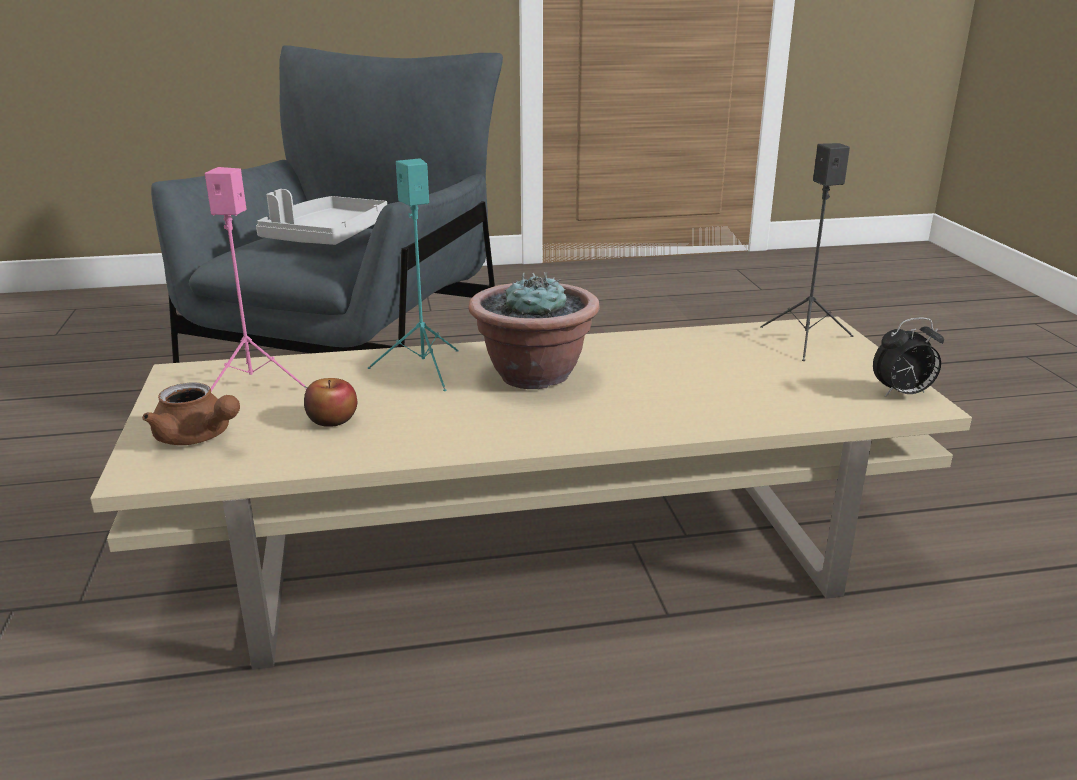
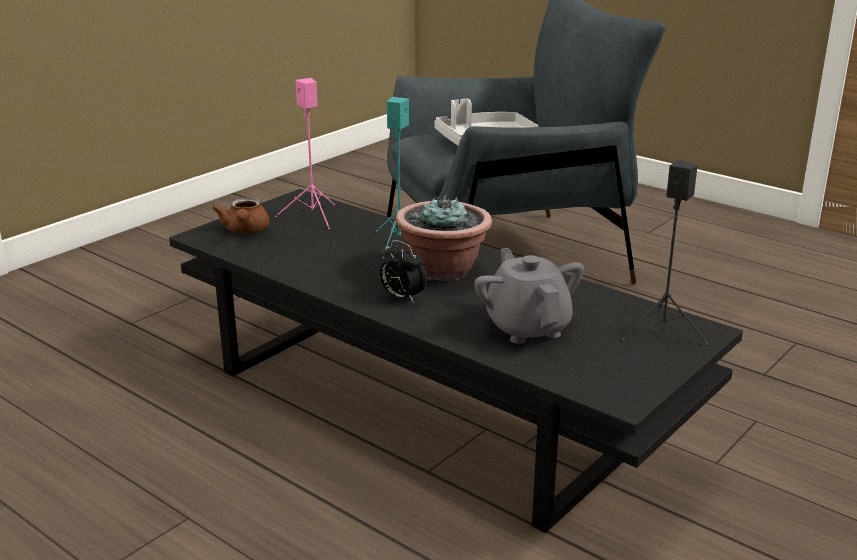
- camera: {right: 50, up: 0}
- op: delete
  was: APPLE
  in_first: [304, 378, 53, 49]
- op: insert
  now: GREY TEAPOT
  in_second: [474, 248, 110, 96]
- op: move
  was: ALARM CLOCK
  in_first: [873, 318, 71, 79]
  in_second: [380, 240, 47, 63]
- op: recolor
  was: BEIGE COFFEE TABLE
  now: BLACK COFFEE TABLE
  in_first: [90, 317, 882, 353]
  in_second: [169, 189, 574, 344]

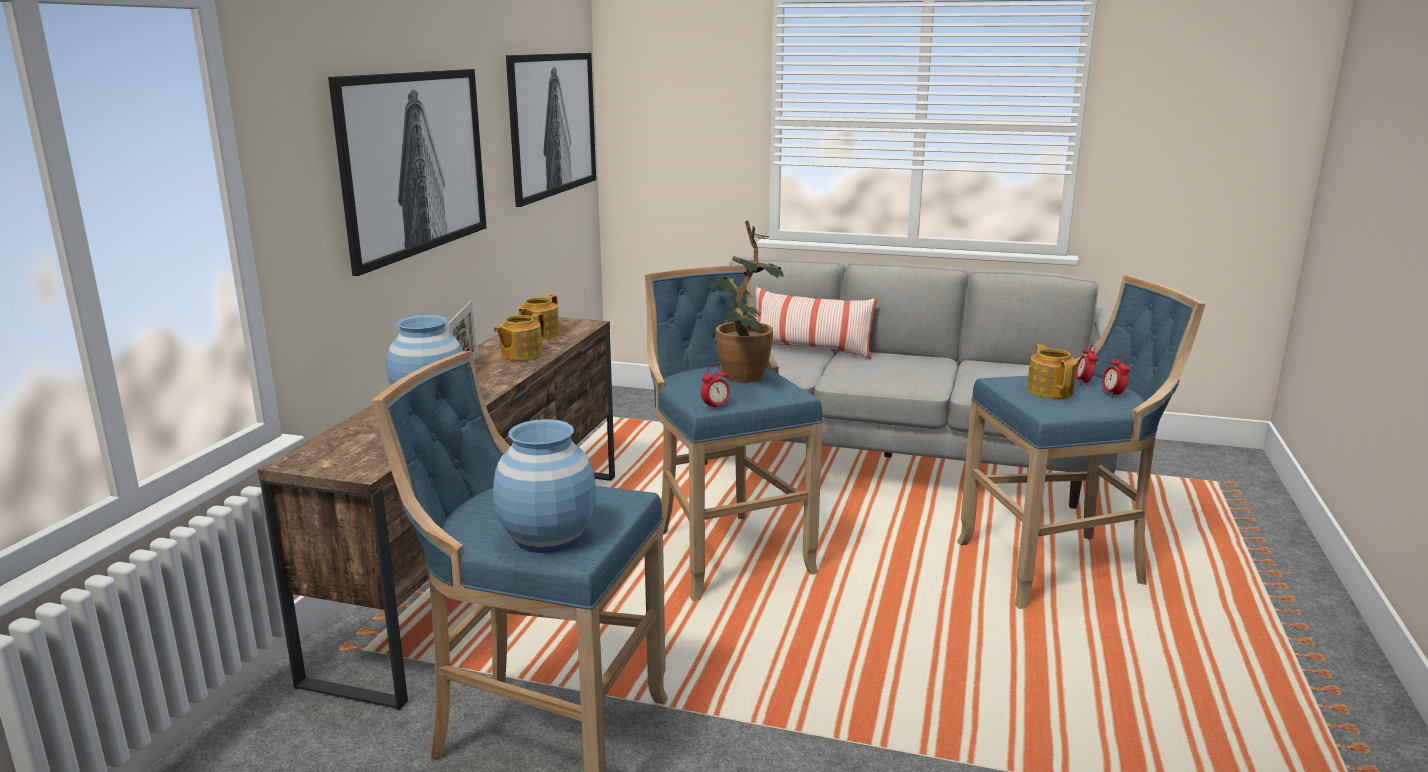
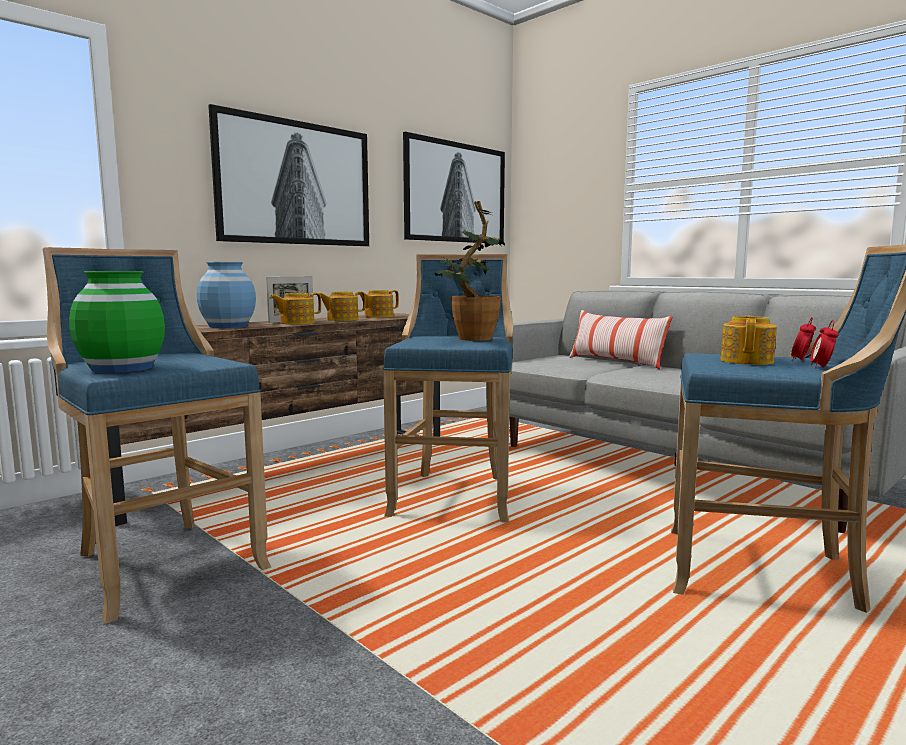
- camera: {right: 30, up: -10}
- op: delete
  was: ALARM CLOCK
  in_first: [701, 365, 29, 46]
- op: insert
  now: TEAPOT
  in_second: [270, 293, 51, 32]
- op: recolor
  was: BLUE VASE
  now: GREEN VASE
  in_first: [493, 419, 103, 134]
  in_second: [69, 271, 96, 102]

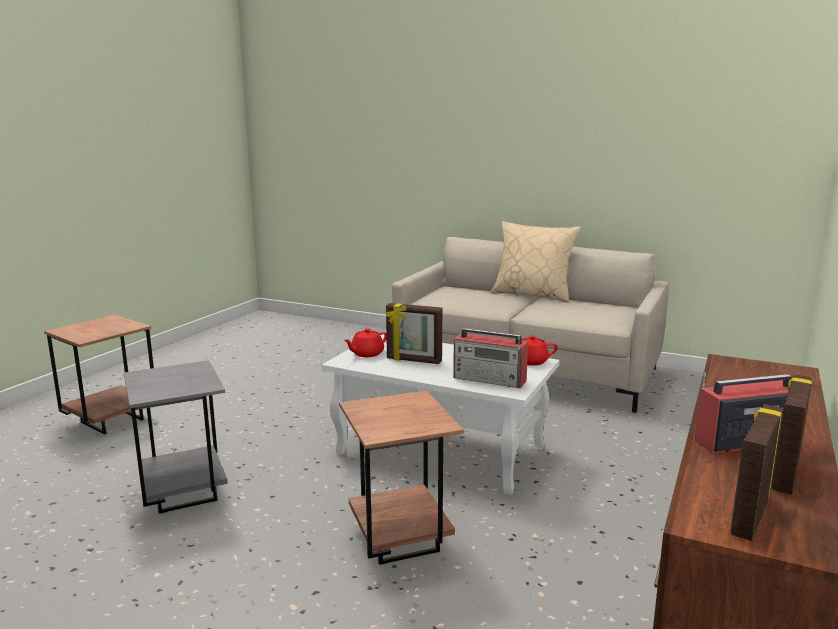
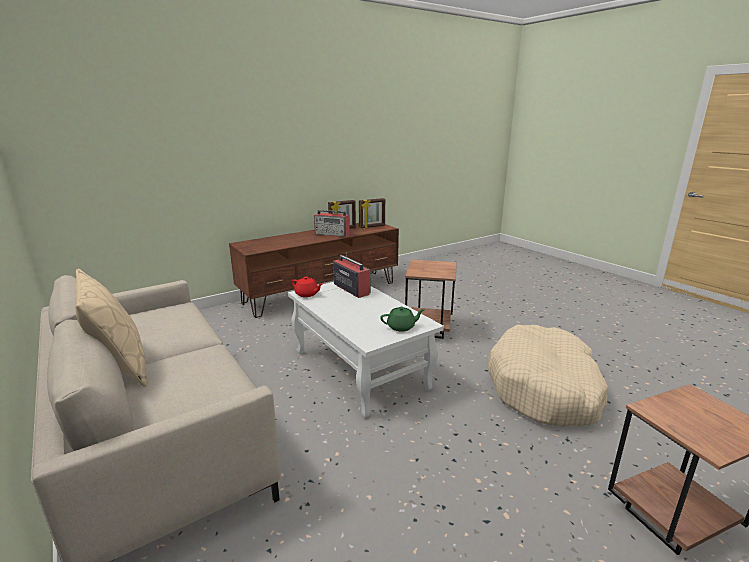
- camera: {right: -150, up: 5}
- op: delete
  was: PICTURE FRAME
  in_first: [386, 303, 56, 61]
- op: replace
  was: GREY SIDE TABLE
  now: BEIGE DOG BED
  in_first: [124, 360, 104, 154]
  in_second: [488, 324, 120, 103]
- op: recolor
  was: RED TEAPOT
  now: GREEN TEAPOT
  in_first: [344, 329, 43, 28]
  in_second: [380, 307, 45, 25]

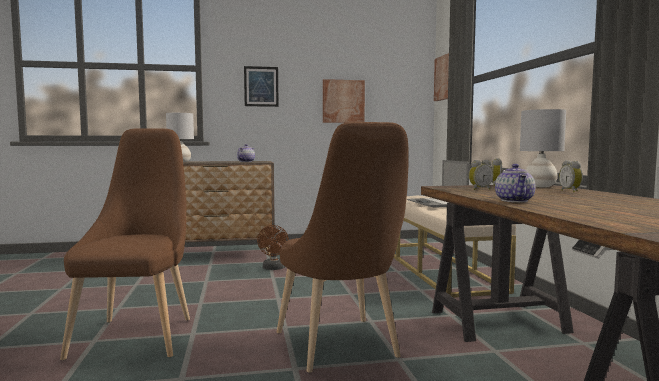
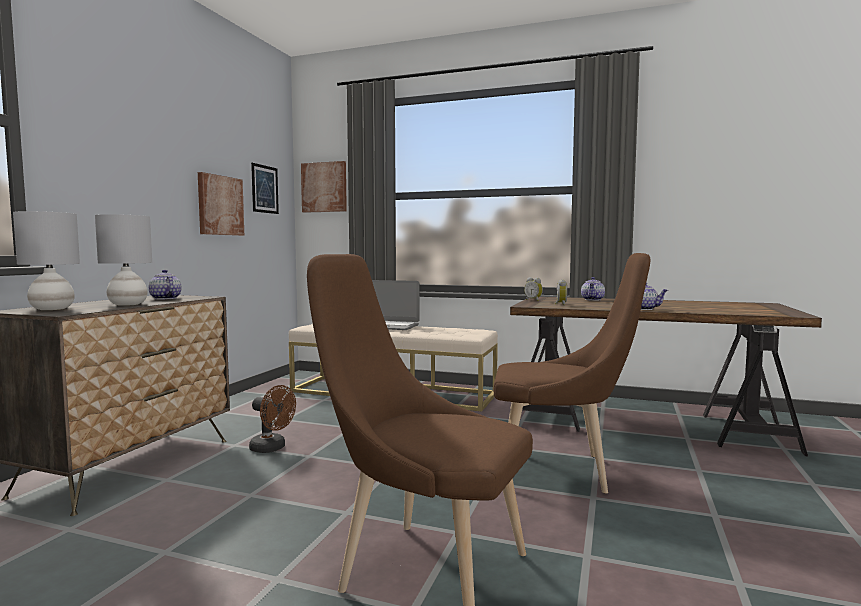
- camera: {right: -60, up: 0}
- op: move
  was: PICTURE
  in_first: [244, 66, 35, 41]
  in_second: [251, 163, 28, 51]
- op: move
  was: GREY TABLE LAMP
  in_first: [520, 109, 46, 78]
  in_second: [95, 214, 57, 92]
- op: replace
  was: ALARM CLOCK
  now: TEAPOT
  in_first: [559, 160, 24, 33]
  in_second: [581, 277, 24, 24]

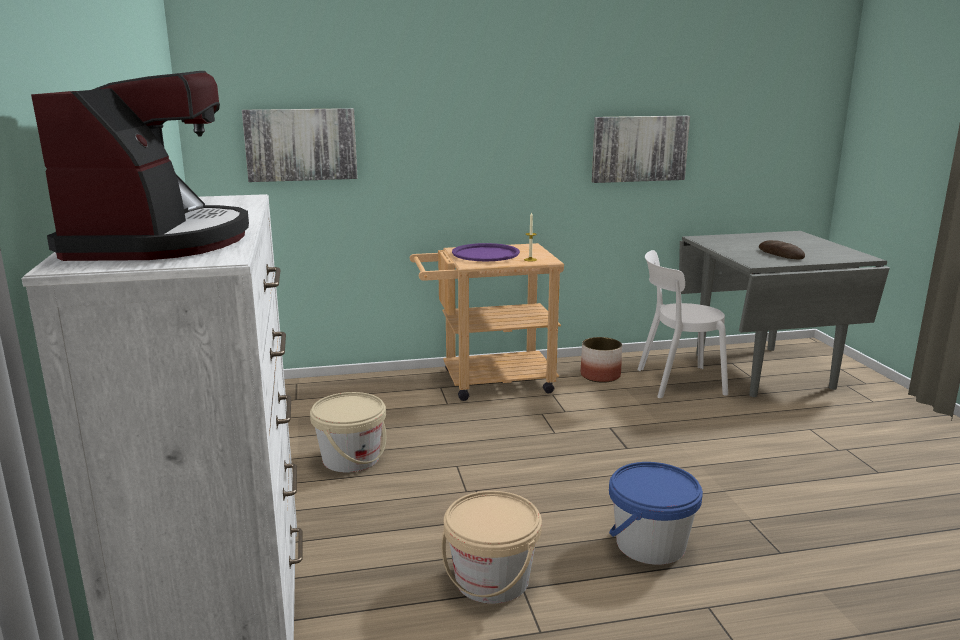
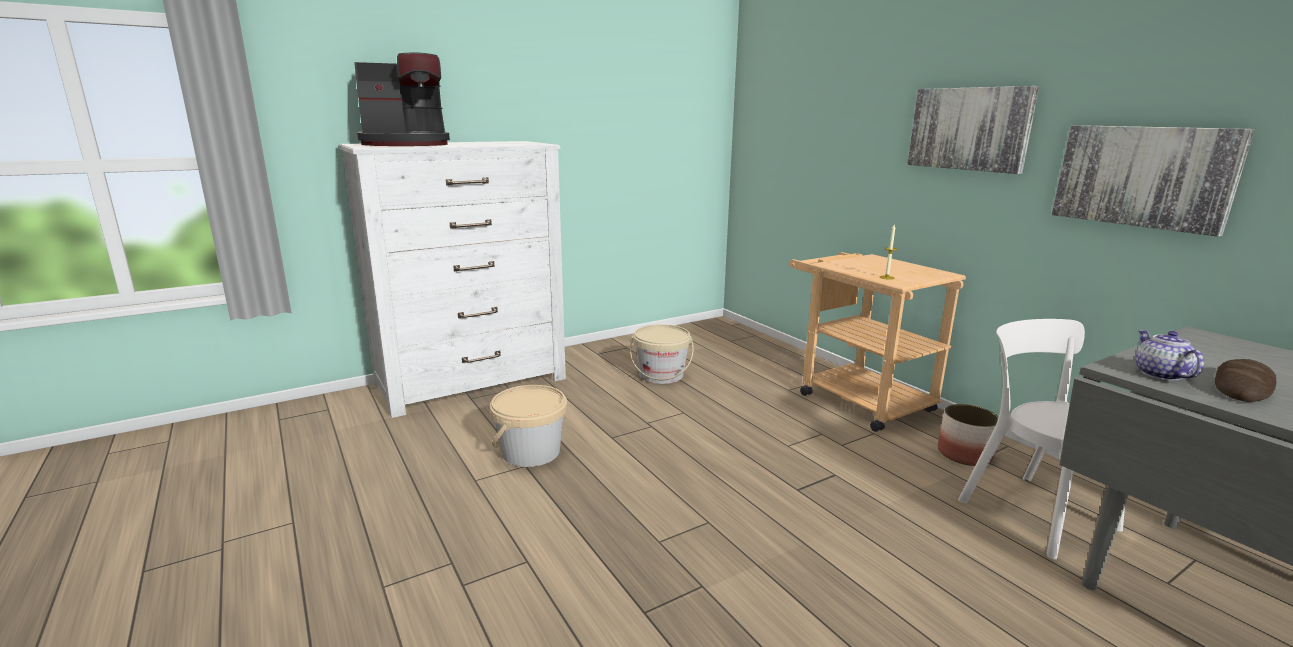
- camera: {right: 70, up: 0}
- op: delete
  was: PURPLE TRAY
  in_first: [452, 243, 68, 18]
- op: delete
  was: BLUE BUCKET
  in_first: [609, 462, 94, 103]
- op: insert
  now: TEAPOT
  in_second: [1135, 330, 69, 51]
- op: move
  was: PICTURE
  in_first: [242, 108, 116, 74]
  in_second: [907, 86, 132, 88]

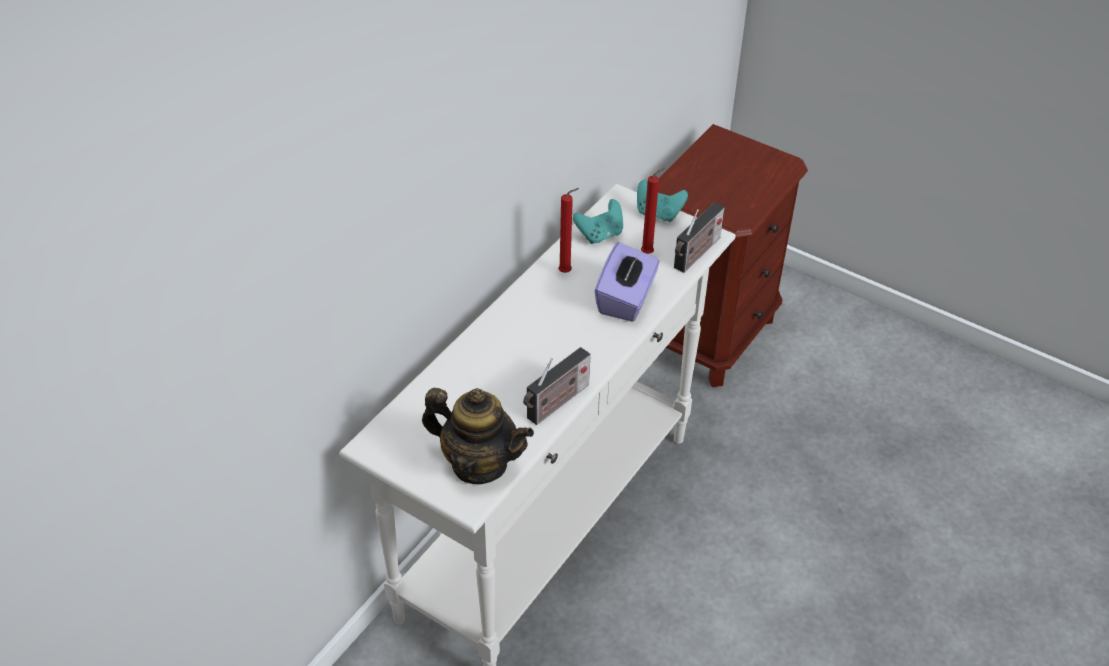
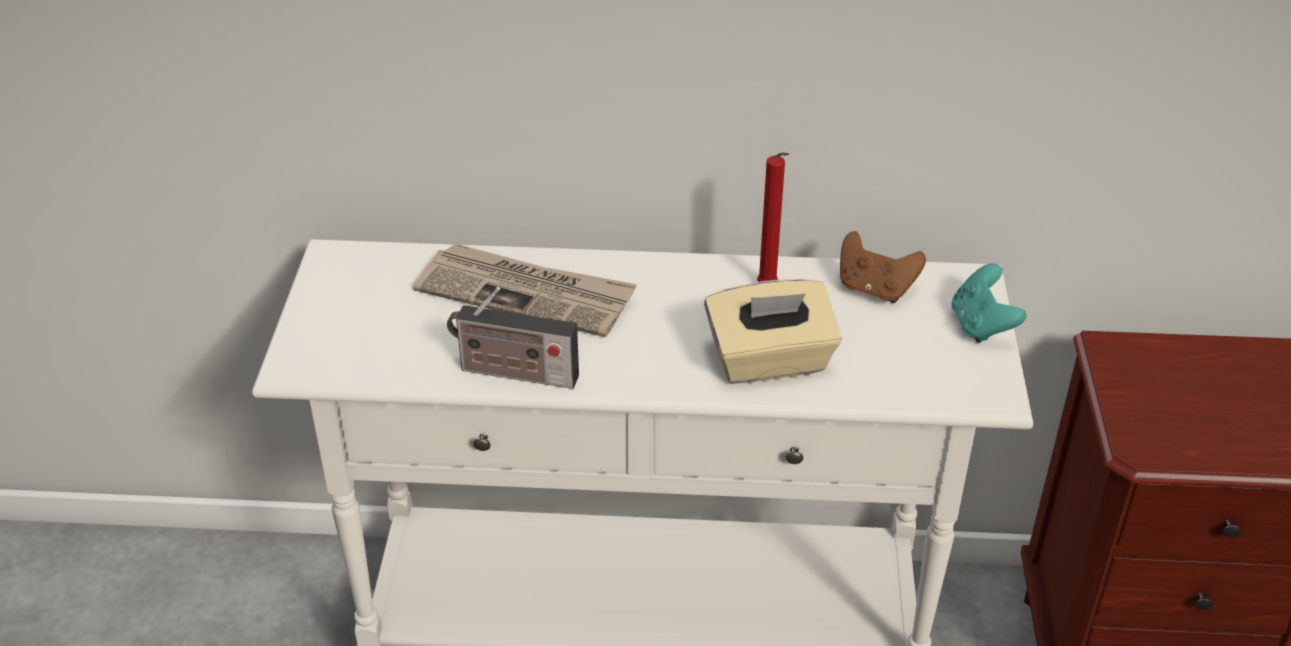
- camera: {right: 60, up: -5}
- op: delete
  was: TEAPOT
  in_first: [422, 388, 112, 96]
- op: delete
  was: RED CANDLE
  in_first: [641, 168, 24, 86]
- op: delete
  was: RADIO
  in_first: [674, 202, 51, 71]
- op: insert
  now: NEWSPAPER
  in_second: [413, 243, 224, 94]
- op: recolor
  was: TURQUOISE GAME CONTROLLER
  now: BROWN GAME CONTROLLER
  in_first: [573, 199, 50, 45]
  in_second: [840, 231, 86, 72]
- op: recolor
  was: PURPLE TISSUE BOX
  now: BEIGE TISSUE BOX
  in_first: [595, 242, 64, 80]
  in_second: [704, 279, 138, 105]

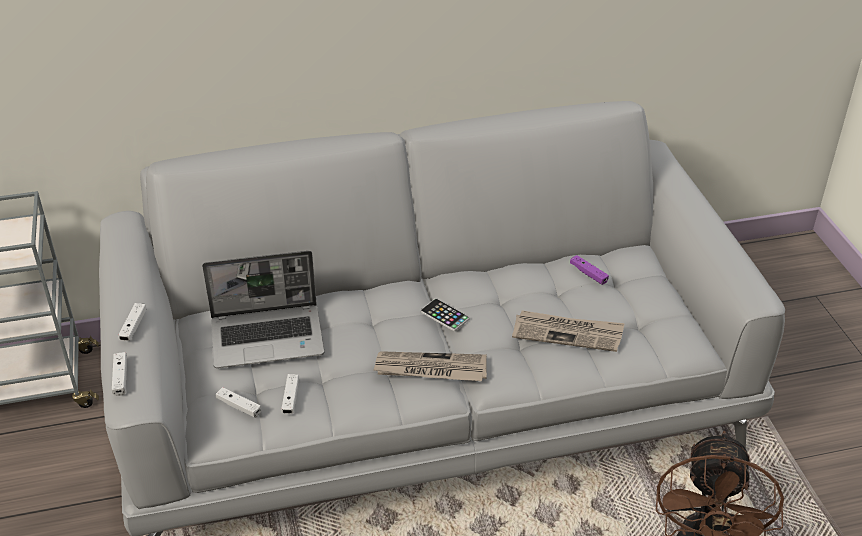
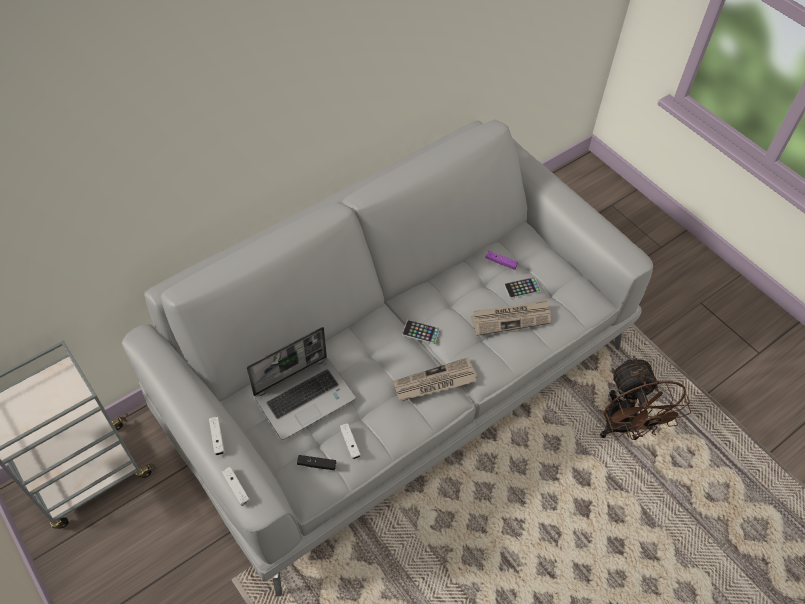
- camera: {right: -25, up: 15}
- op: insert
  now: PHONE
  in_second: [504, 277, 37, 22]
- op: recolor
  was: WHITE GAME CONTROLLER
  now: BLACK GAME CONTROLLER
  in_first: [216, 387, 45, 31]
  in_second: [297, 455, 39, 15]

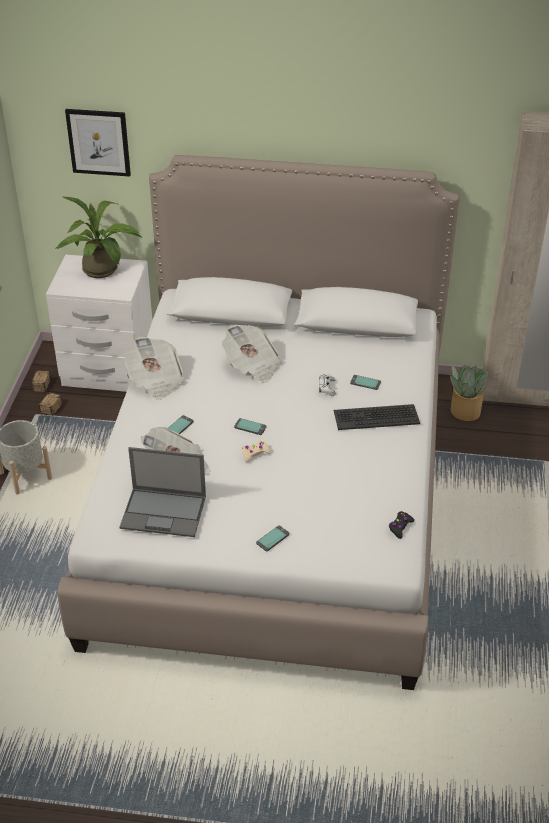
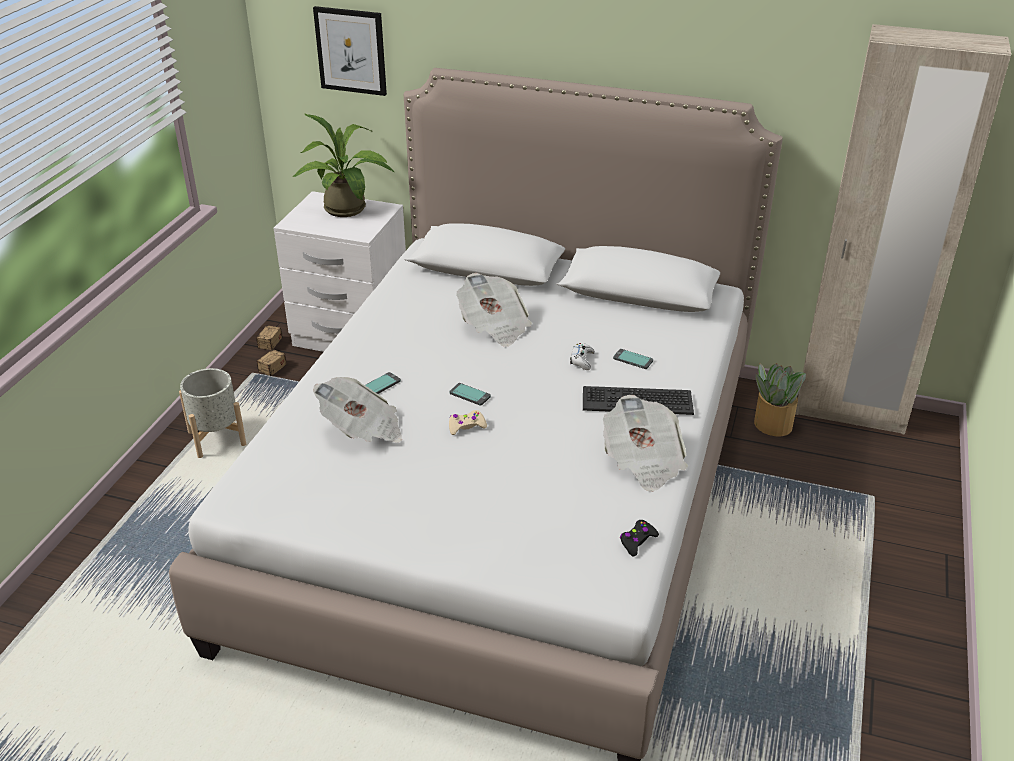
- camera: {right: 10, up: -5}
- op: delete
  was: LAPTOP
  in_first: [120, 447, 86, 90]
- op: delete
  was: PHONE
  in_first: [256, 525, 34, 26]
- op: move
  was: NEWSPAPER
  in_first: [124, 336, 60, 64]
  in_second: [603, 395, 85, 97]

